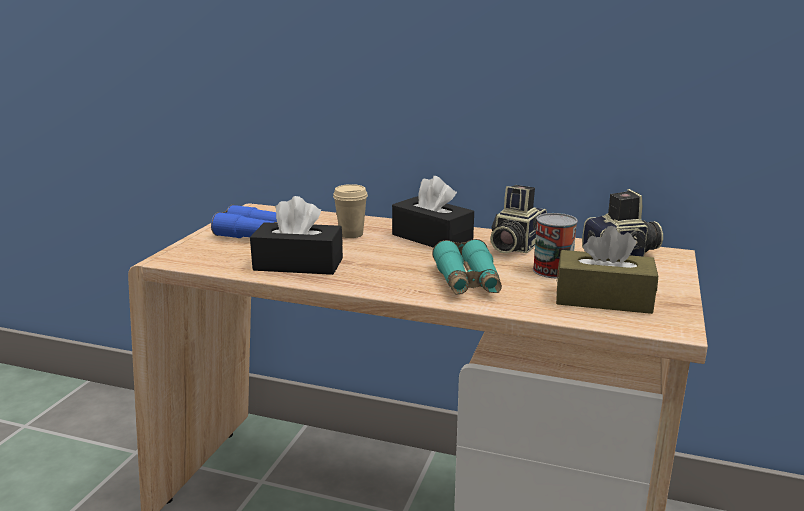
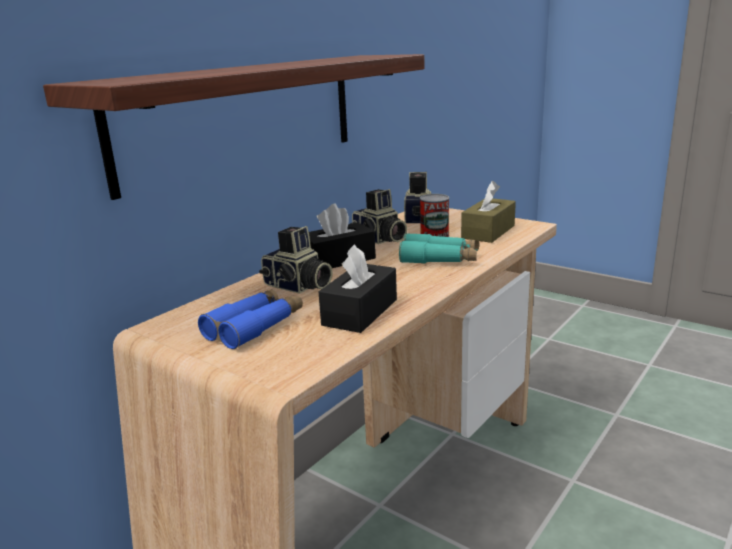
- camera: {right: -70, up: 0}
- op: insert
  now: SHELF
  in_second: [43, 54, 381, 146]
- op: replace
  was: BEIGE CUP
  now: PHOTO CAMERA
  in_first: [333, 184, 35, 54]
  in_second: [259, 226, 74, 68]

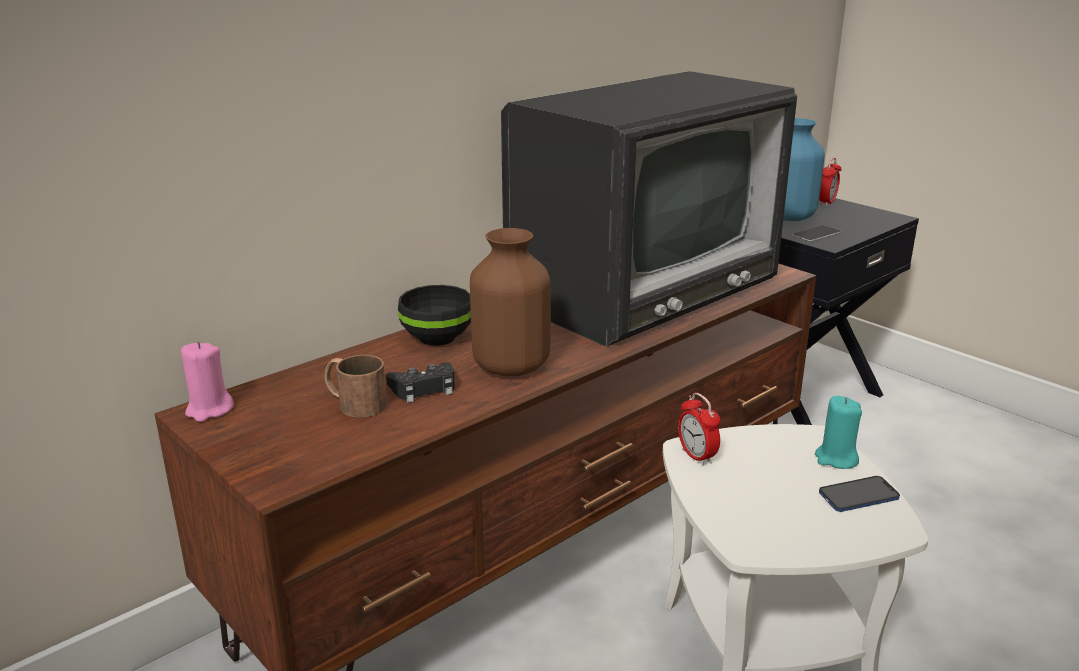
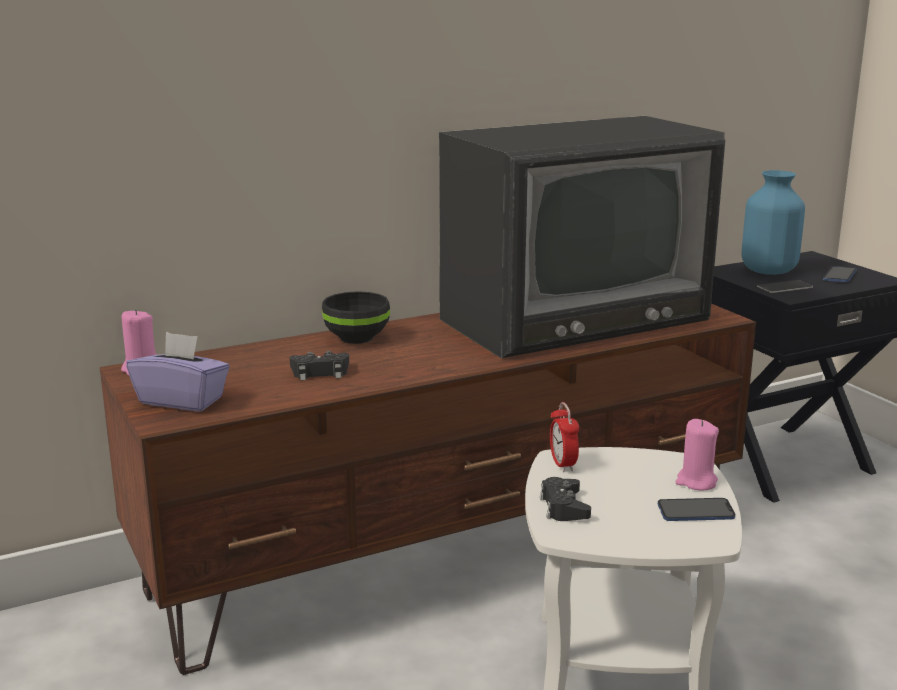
- camera: {right: 15, up: -5}
- op: delete
  was: BROWN MUG
  in_first: [324, 355, 63, 63]
- op: delete
  was: BROWN VASE
  in_first: [470, 228, 81, 148]
- op: delete
  was: ALARM CLOCK
  in_first: [819, 157, 22, 49]
- op: insert
  now: PURPLE TISSUE BOX
  in_second: [126, 332, 104, 79]
- op: insert
  now: BLACK GAME CONTROLLER
  in_second: [540, 477, 51, 44]
- op: insert
  now: PHONE
  in_second: [823, 266, 34, 16]
- op: recolor
  was: TURQUOISE CANDLE
  now: PINK CANDLE
  in_first: [815, 396, 47, 73]
  in_second: [675, 419, 44, 72]

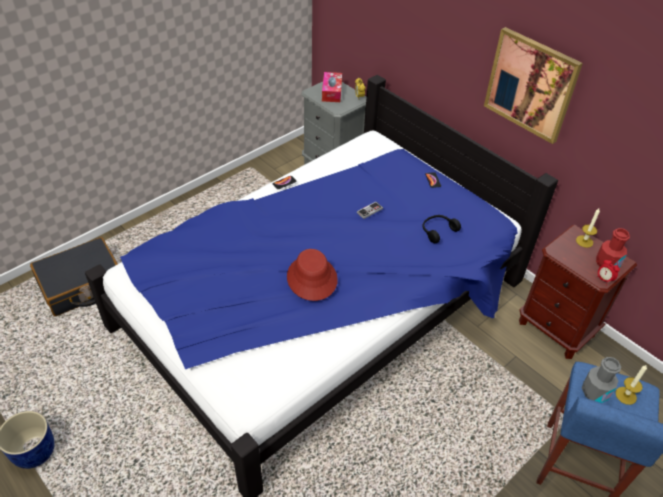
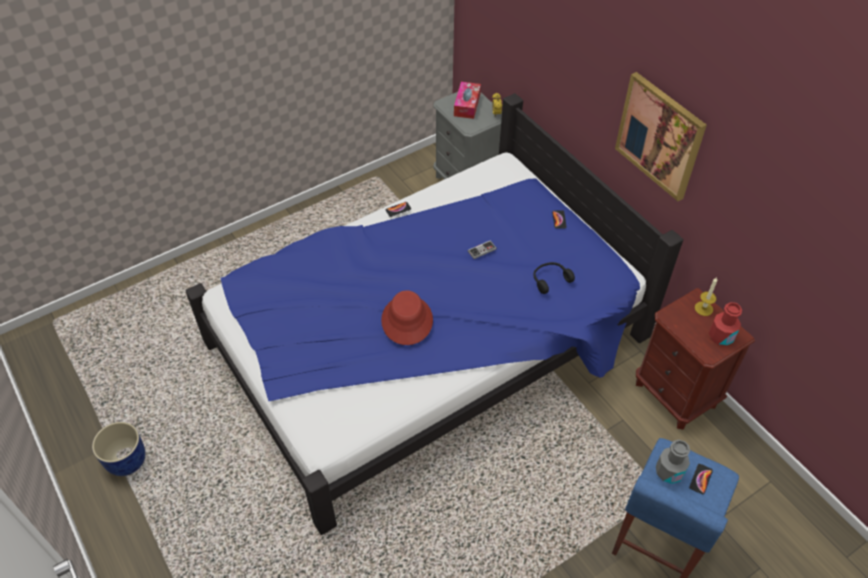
- camera: {right: 10, up: 5}
- op: delete
  was: BLACK SUITCASE
  in_first: [30, 237, 88, 79]
- op: delete
  was: ALARM CLOCK
  in_first: [596, 259, 24, 23]
- op: replace
  was: CANDLE
  now: PHONE
  in_first: [615, 364, 32, 41]
  in_second: [689, 464, 24, 30]

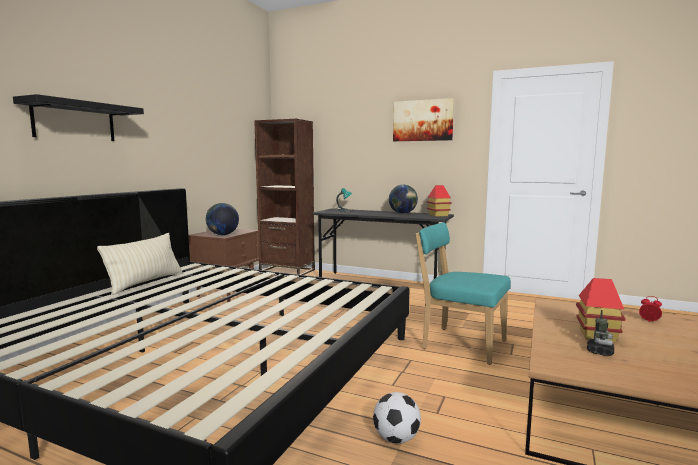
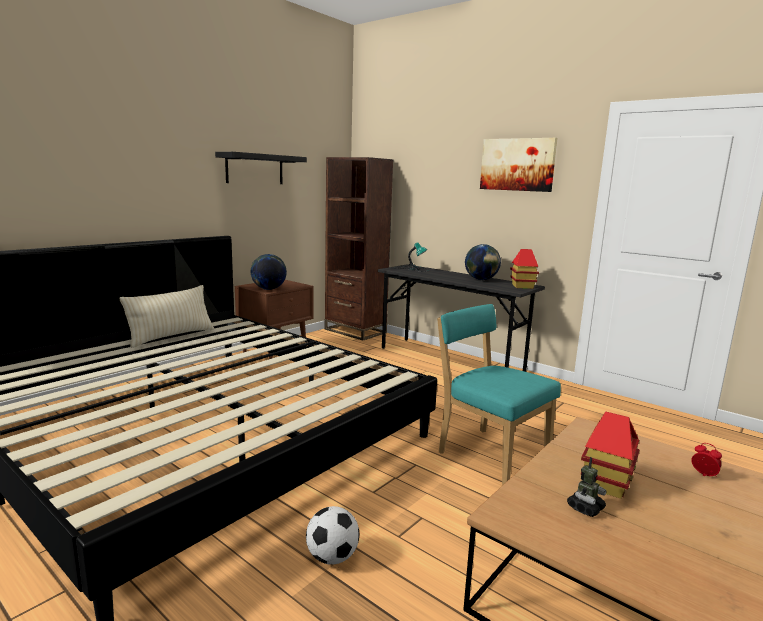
- camera: {right: 15, up: 5}
- op: move
  was: BLACK SHELF
  in_first: [13, 94, 131, 47]
  in_second: [215, 152, 92, 32]

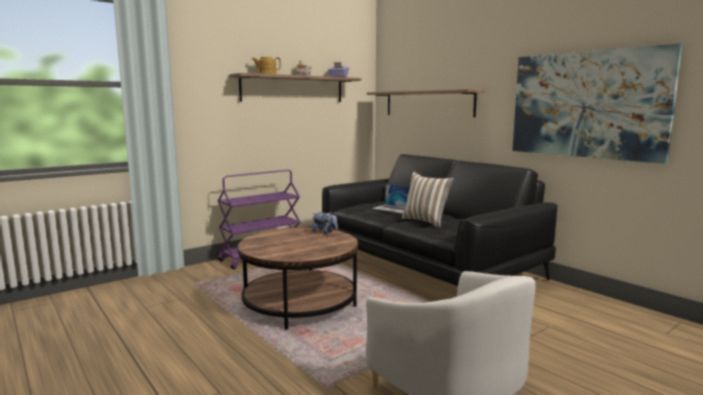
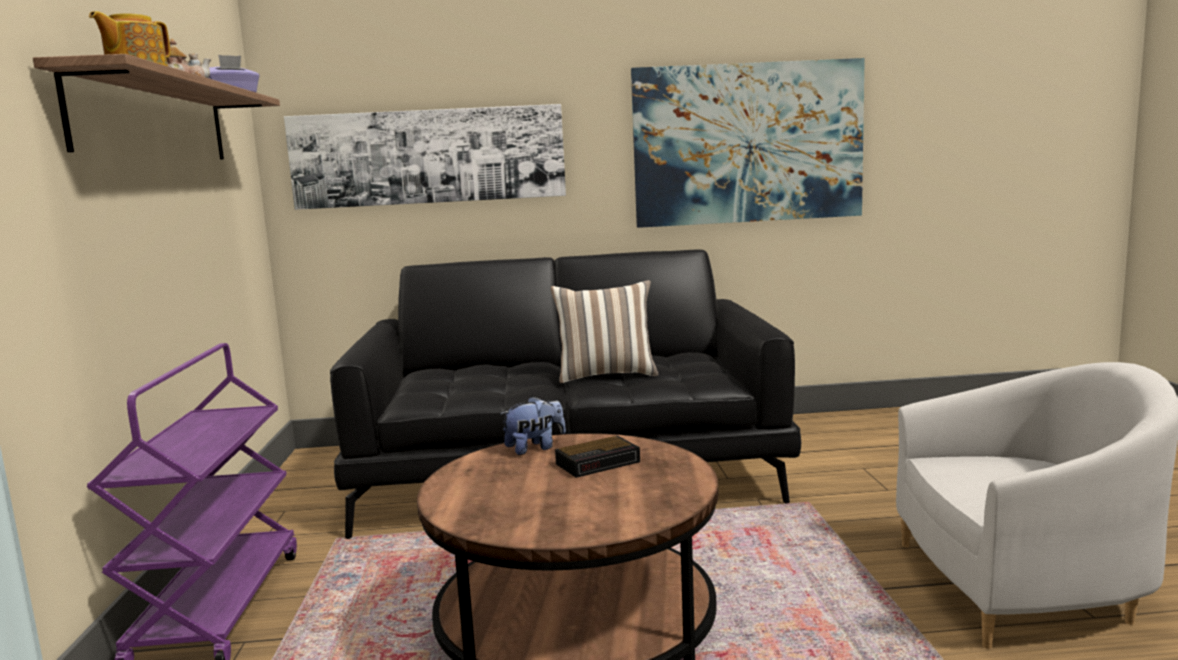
- camera: {right: -55, up: 0}
- op: delete
  was: LAPTOP
  in_first: [372, 184, 38, 30]
- op: insert
  now: ALARM CLOCK
  in_second: [555, 436, 85, 42]
- op: replace
  was: SHELF
  now: PICTURE
  in_first: [367, 89, 118, 28]
  in_second: [284, 104, 282, 106]

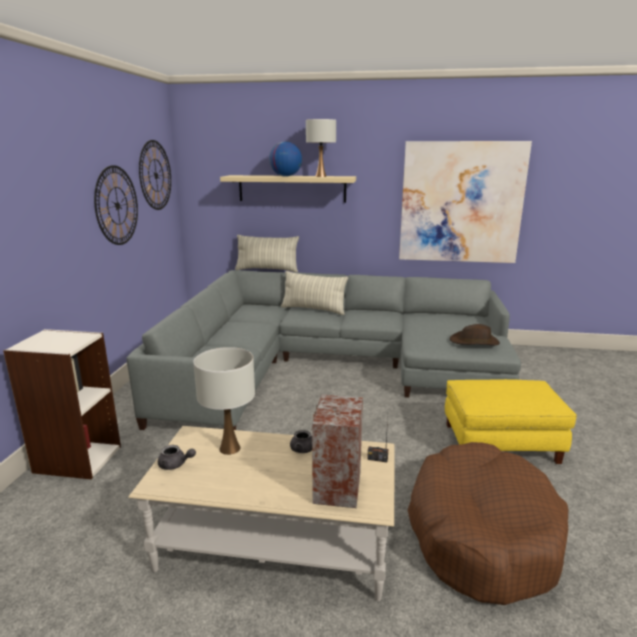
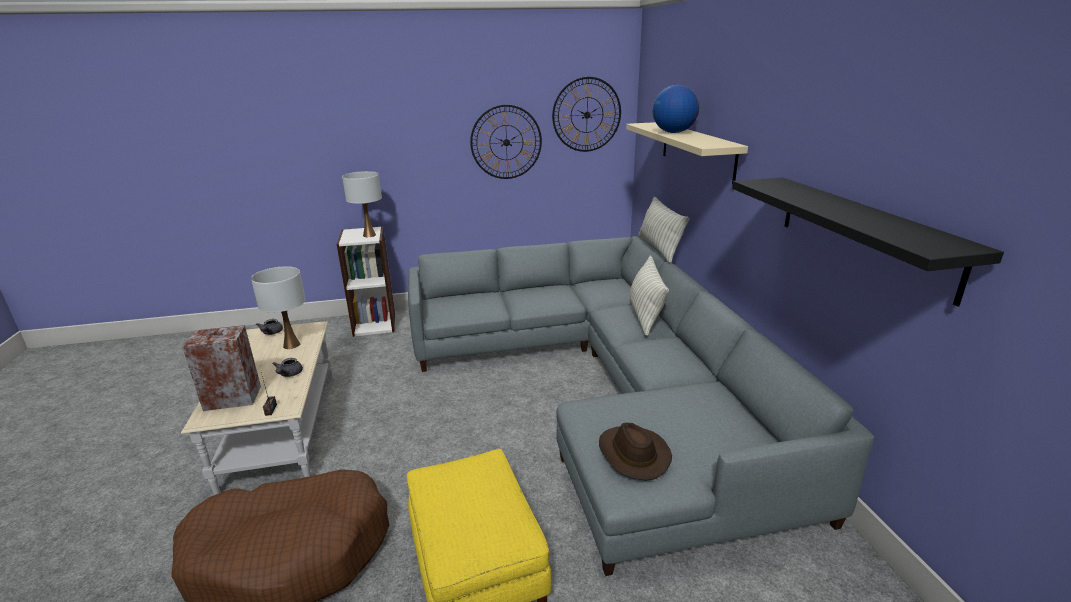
- camera: {right: 70, up: 5}
- op: move
  was: WHITE TABLE LAMP
  in_first: [306, 119, 30, 58]
  in_second: [342, 171, 40, 66]
- op: replace
  was: PICTURE
  now: BLACK SHELF
  in_first: [399, 141, 133, 122]
  in_second: [732, 177, 272, 130]

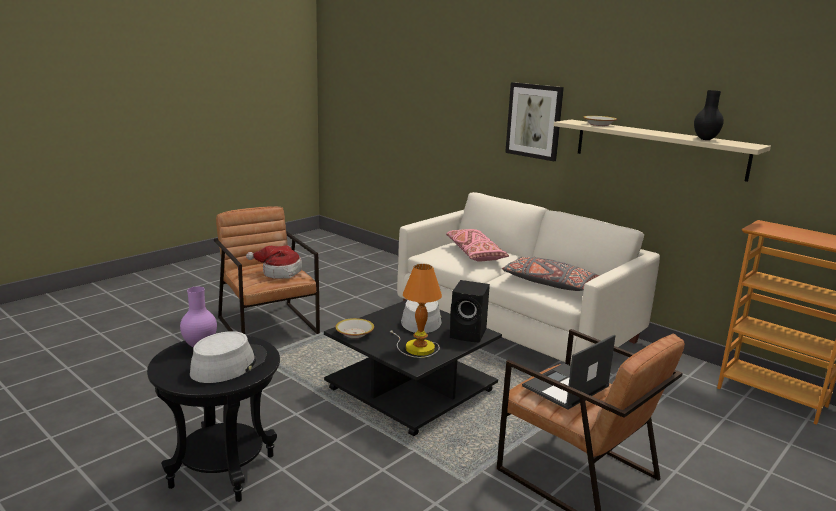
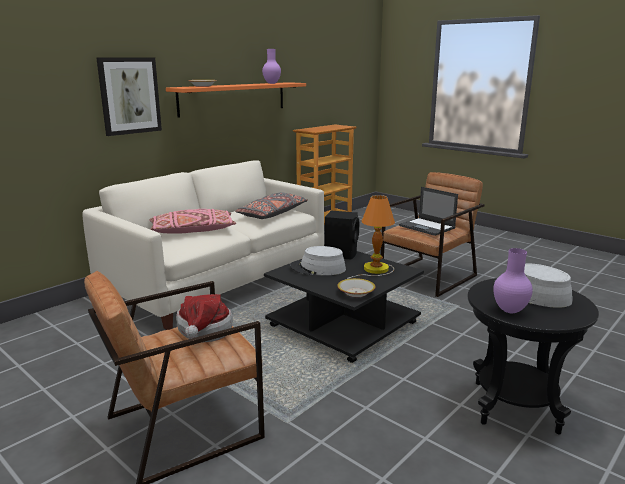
- camera: {right: -90, up: 0}
- op: recolor
  was: BEIGE SHELF
  now: ORANGE SHELF
  in_first: [554, 120, 217, 62]
  in_second: [166, 82, 140, 36]
- op: recolor
  was: BLACK VASE
  now: PURPLE VASE
  in_first: [694, 90, 30, 50]
  in_second: [262, 49, 19, 35]

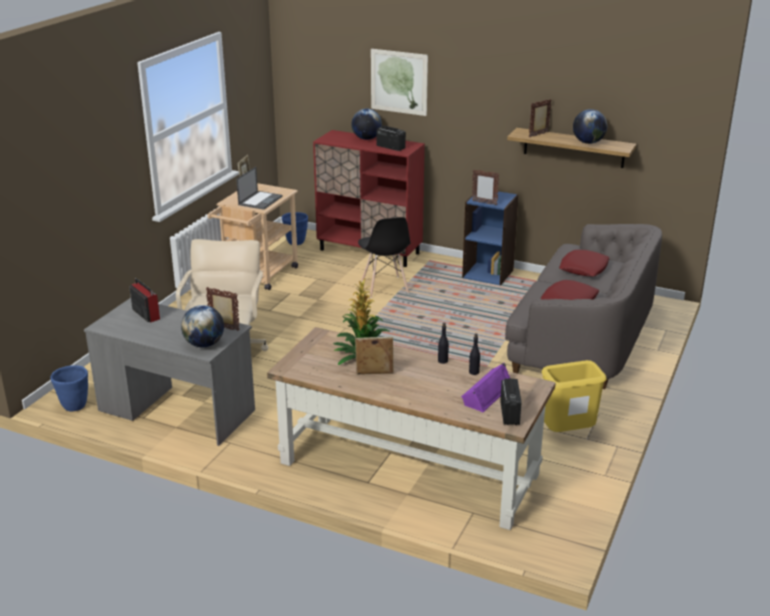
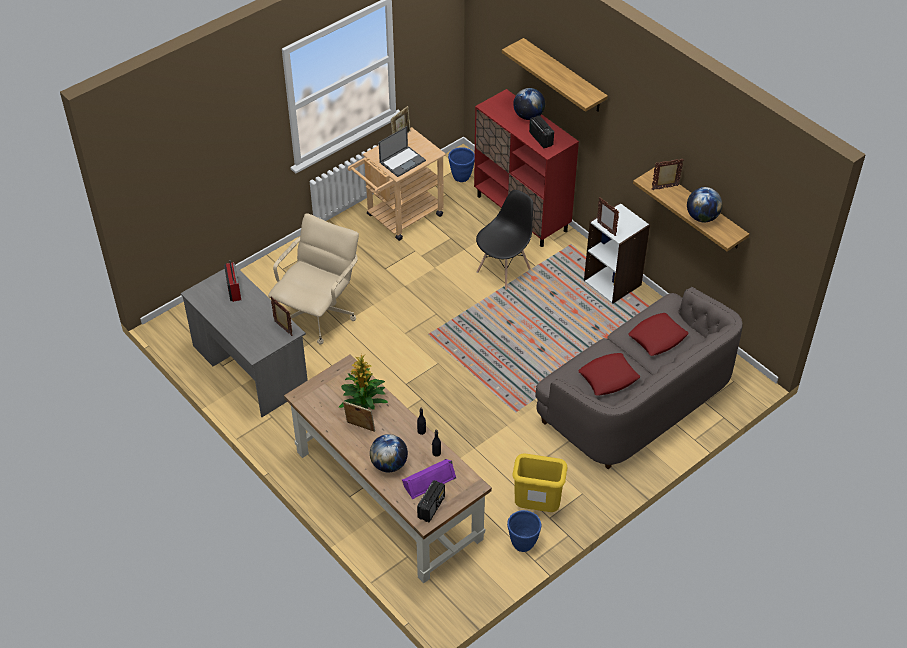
- camera: {right: 25, up: 20}
- op: move
  was: BLUE PLANTER
  in_first: [50, 365, 38, 46]
  in_second: [507, 510, 34, 42]
- op: move
  was: GLOBE
  in_first: [181, 305, 43, 42]
  in_second: [370, 434, 38, 38]
- op: replace
  was: PICTURE
  now: SHELF
  in_first: [371, 49, 57, 67]
  in_second: [502, 38, 106, 74]
- op: recolor
  was: BLUE BOOKCASE
  now: WHITE BOOKCASE
  in_first: [462, 191, 57, 94]
  in_second: [584, 202, 66, 102]
- op: rotate
  was: BLACK CHAIR
  in_first: [358, 217, 53, 81]
  in_second: [476, 190, 57, 100]
  clockwise: -150

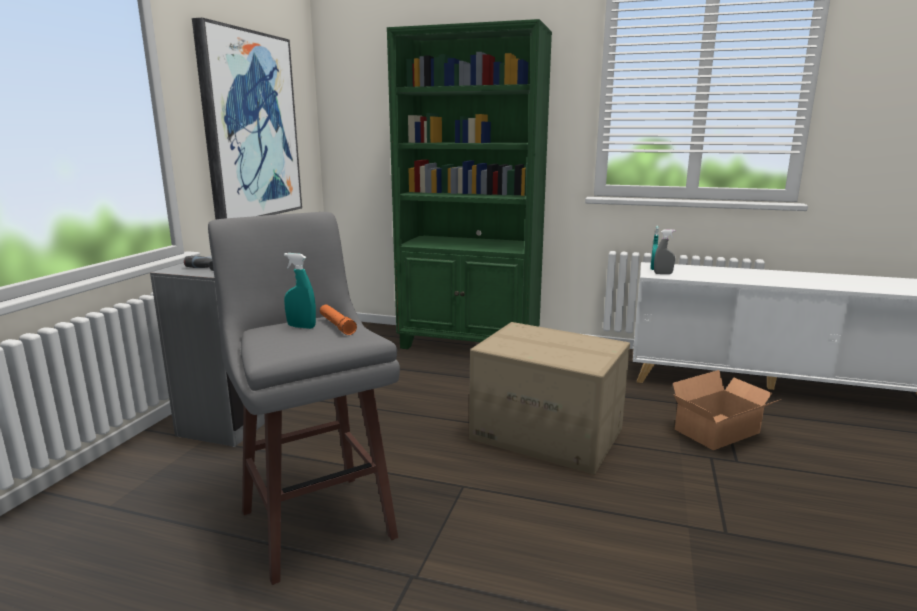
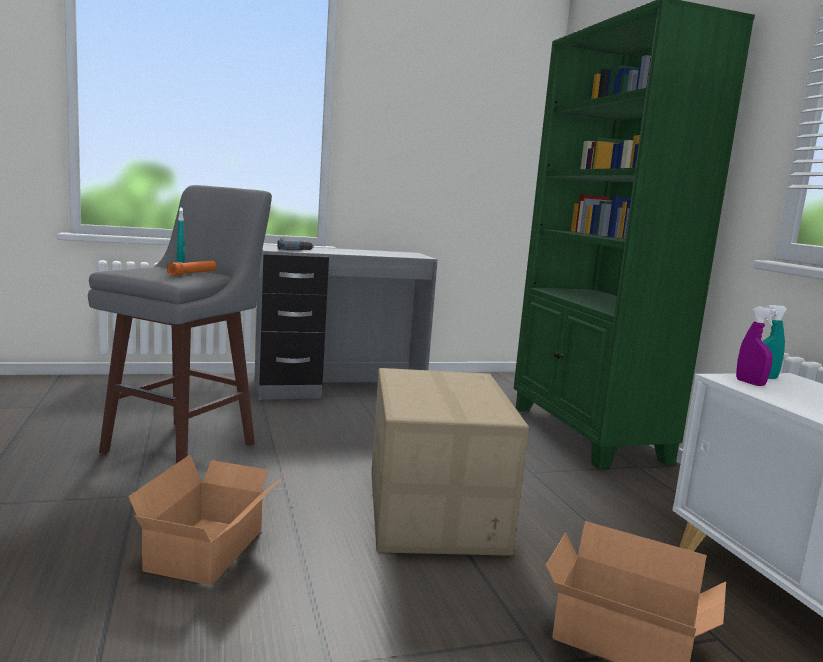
- camera: {right: 55, up: -5}
- op: delete
  was: PICTURE
  in_first: [192, 18, 110, 202]
- op: insert
  now: CARDBOARD BOX
  in_second: [128, 455, 156, 130]
- op: recolor
  was: GREY SPRAY BOTTLE
  now: PURPLE SPRAY BOTTLE
  in_first: [654, 229, 22, 45]
  in_second: [736, 306, 41, 80]

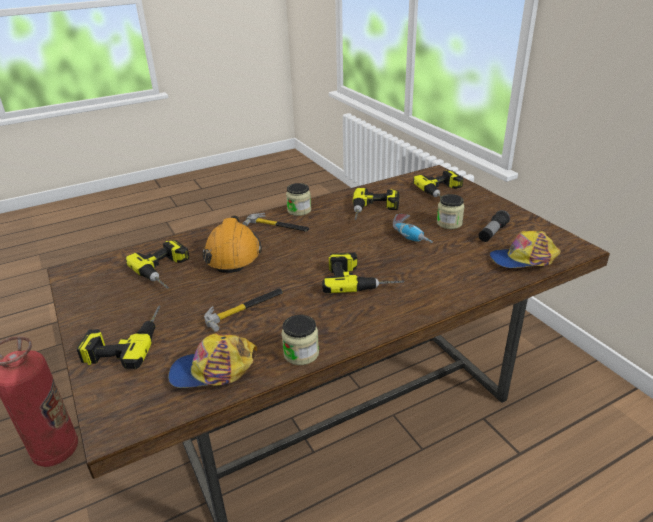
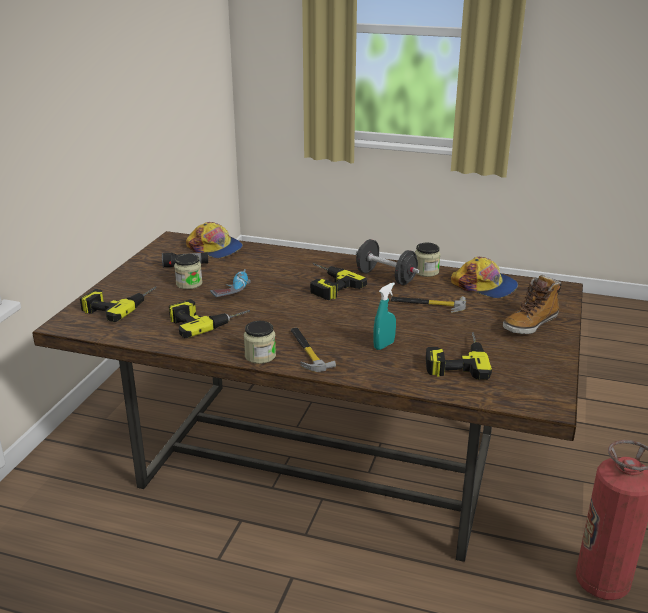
- camera: {right: -135, up: -5}
- op: insert
  now: BLACK DUMBBELL
  in_second: [356, 239, 64, 46]
- op: replace
  was: POWER DRILL
  now: BOOT
  in_first: [77, 306, 84, 63]
  in_second: [503, 275, 59, 59]
- op: replace
  was: ORANGE HARD HAT
  now: TURQUOISE SPRAY BOTTLE
  in_first: [202, 215, 60, 58]
  in_second: [373, 282, 23, 68]

